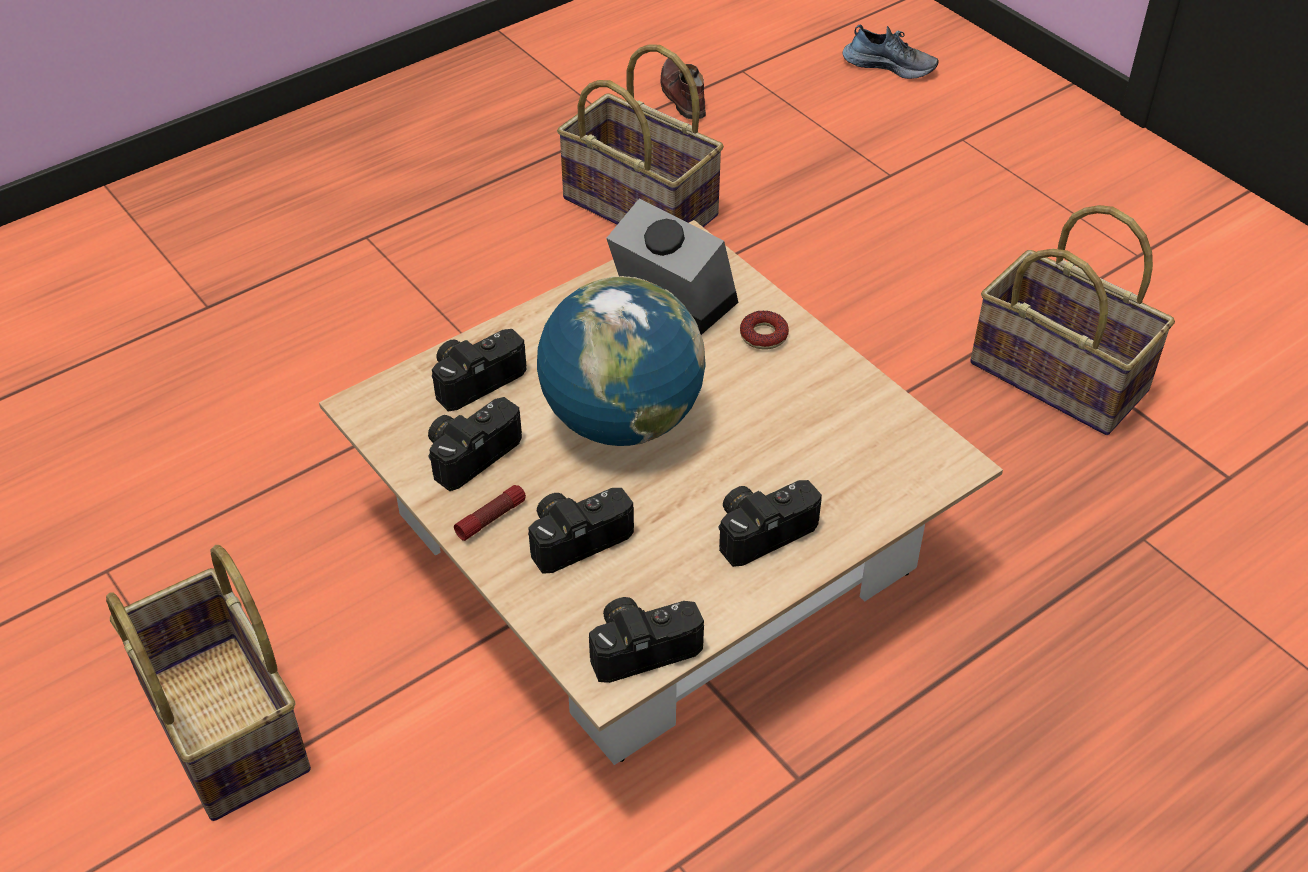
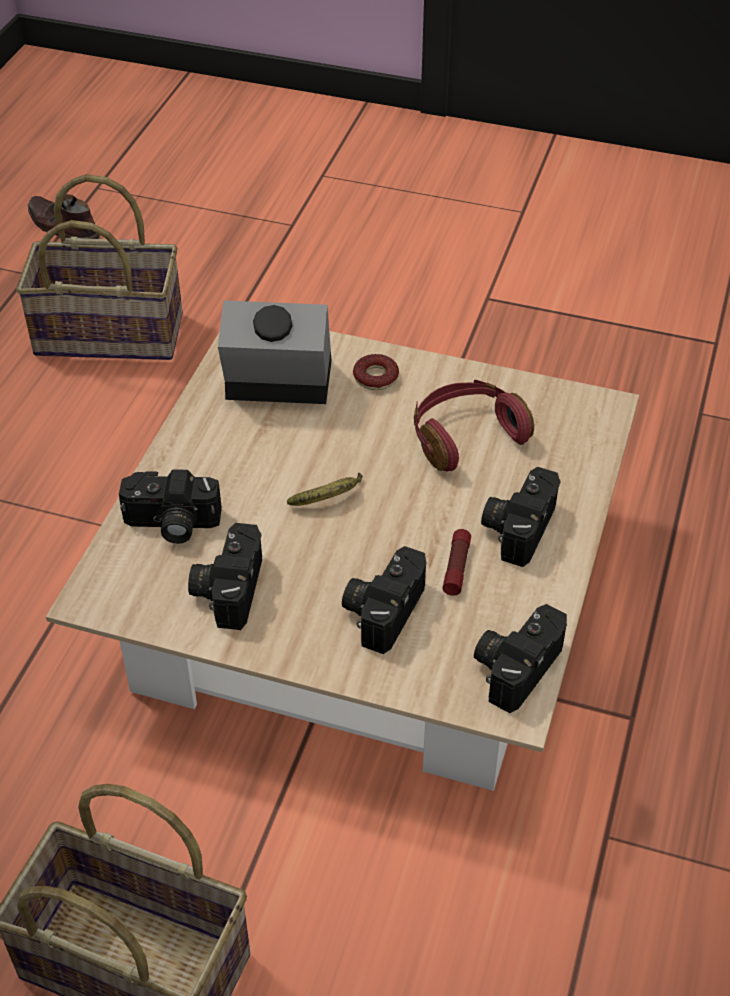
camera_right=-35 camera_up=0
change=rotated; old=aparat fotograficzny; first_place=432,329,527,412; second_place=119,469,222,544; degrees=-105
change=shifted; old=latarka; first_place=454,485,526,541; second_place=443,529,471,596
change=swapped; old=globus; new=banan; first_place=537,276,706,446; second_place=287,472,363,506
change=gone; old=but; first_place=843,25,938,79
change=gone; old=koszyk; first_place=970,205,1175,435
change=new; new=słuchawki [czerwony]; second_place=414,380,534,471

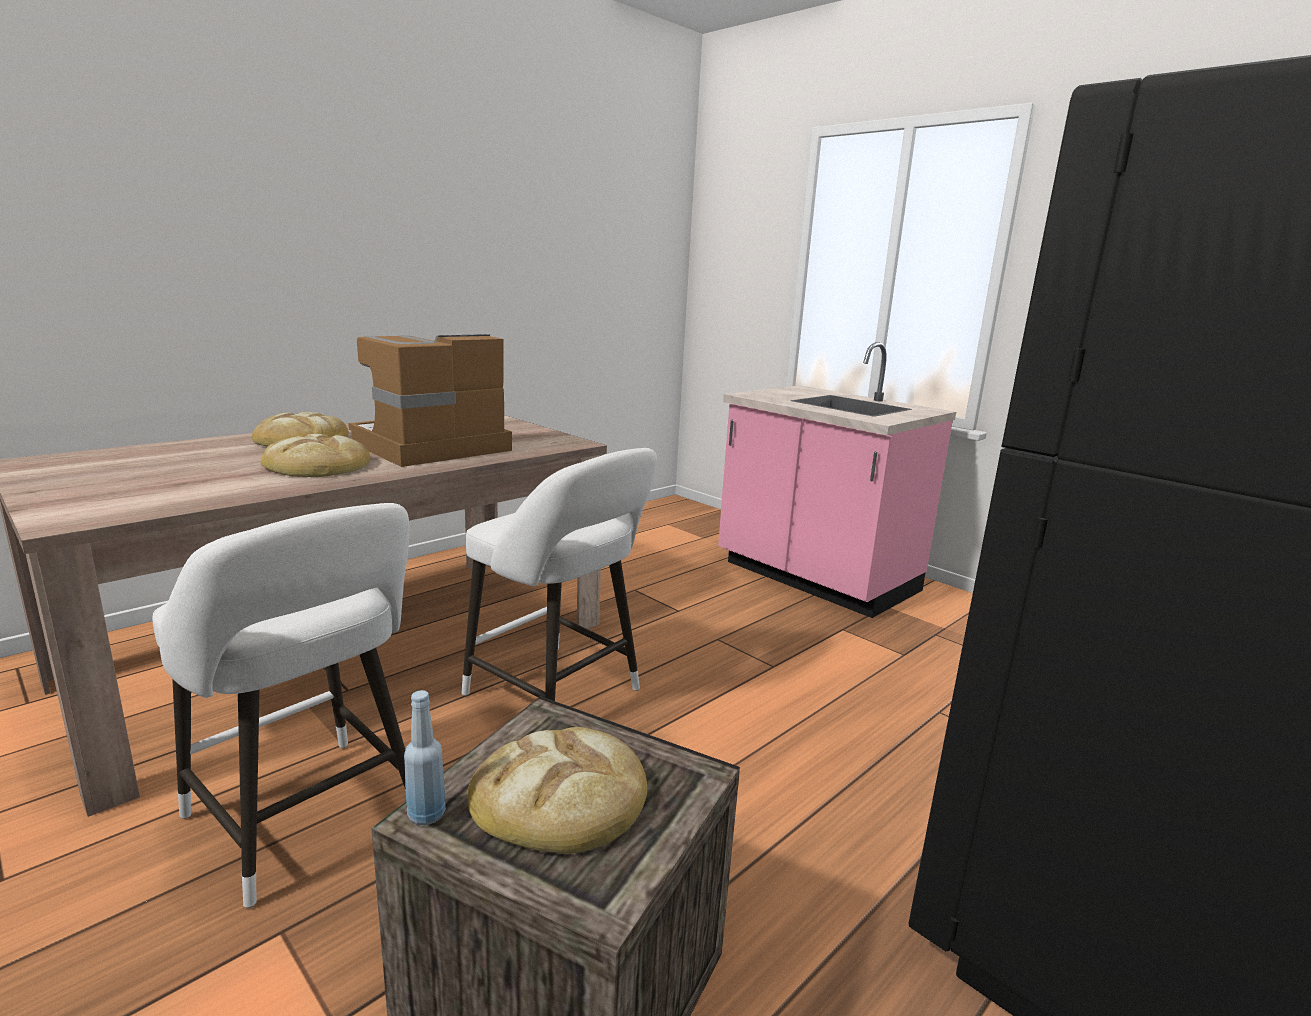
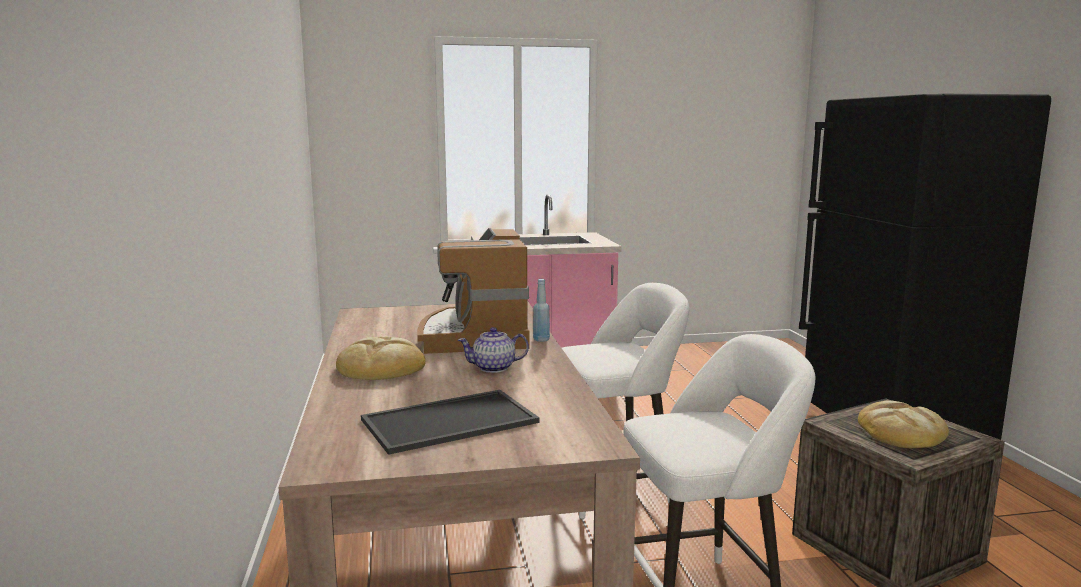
camera_right=-55 camera_up=-5
change=swapped; old=chleb; new=imbryk; first_place=261,434,370,477; second_place=458,327,529,373
change=shifted; old=butelka [niebieski]; first_place=404,690,446,825; second_place=533,279,550,342
change=new; new=taca; second_place=361,390,539,455

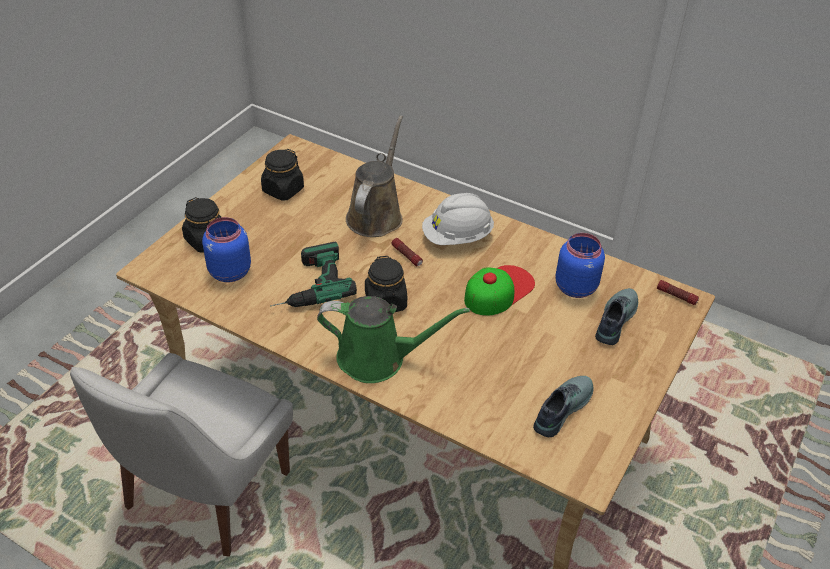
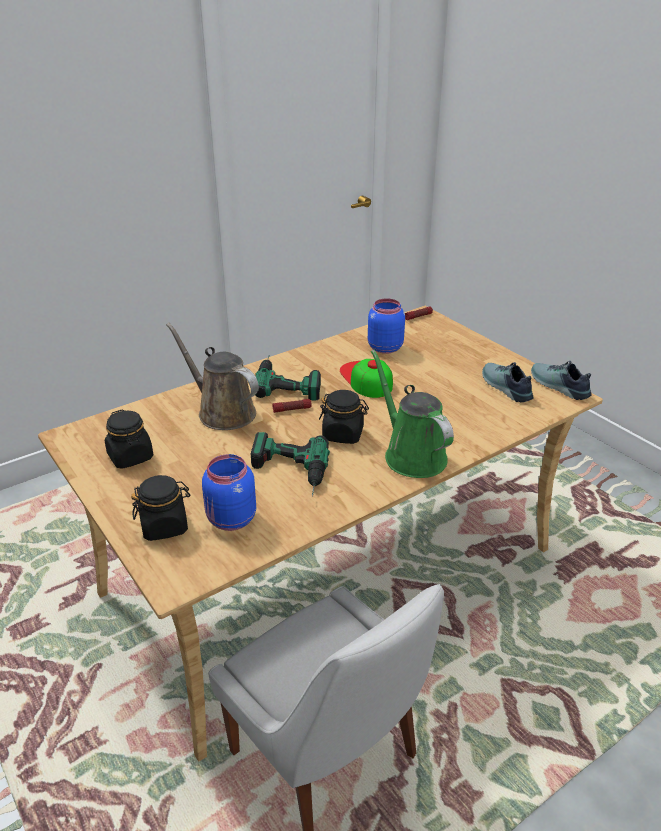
camera_right=-65 camera_up=-10
change=rotated; old=konewka [zielony]; first_place=317,296,470,383; second_place=371,350,454,478; degrees=-60
change=swapped; old=kask [biały]; new=wiertarka; first_place=422,193,494,245; second_place=255,356,321,400
change=shifted; old=but; first_place=595,288,638,345; second_place=531,361,592,400

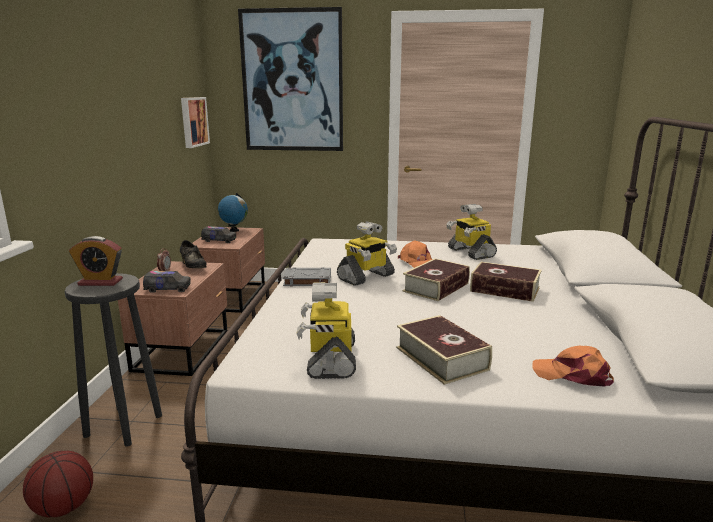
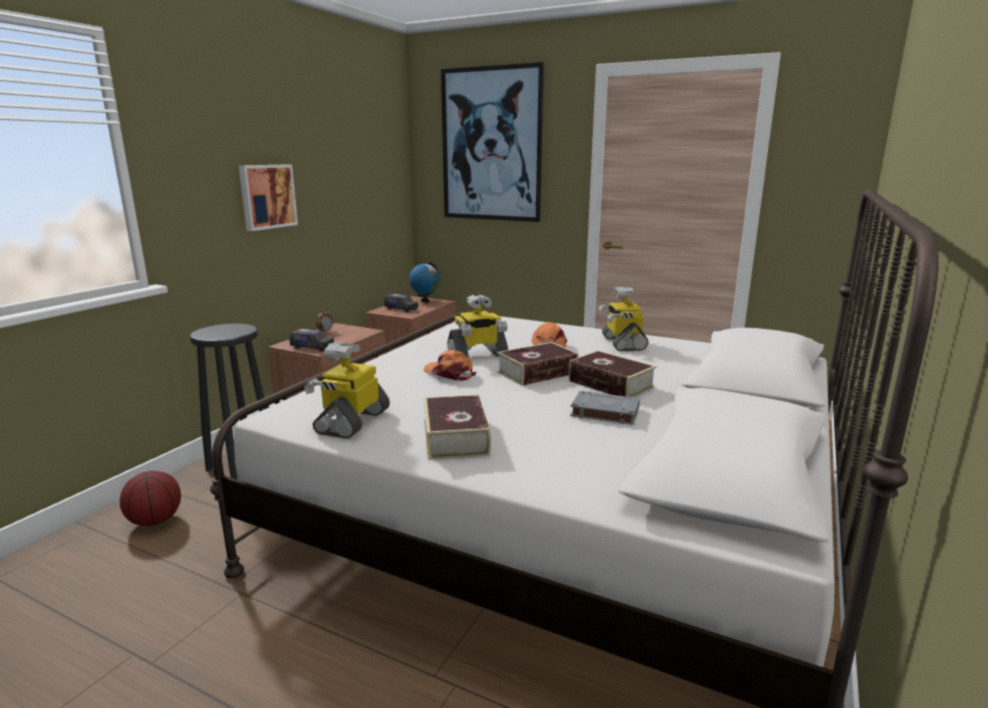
camera_right=20 camera_up=0
change=gone; old=budzik; first_place=69,236,123,286
change=gone; old=but [czarny]; first_place=180,240,207,268
change=shifted; old=obraz; first_place=181,97,210,148; second_place=239,164,298,231
change=shifted; old=książka [szary]; first_place=283,267,331,286; second_place=570,391,640,425
change=shifted; old=czapka z daszkiem [pomarańczowy]; first_place=532,346,614,386; second_place=424,350,477,381

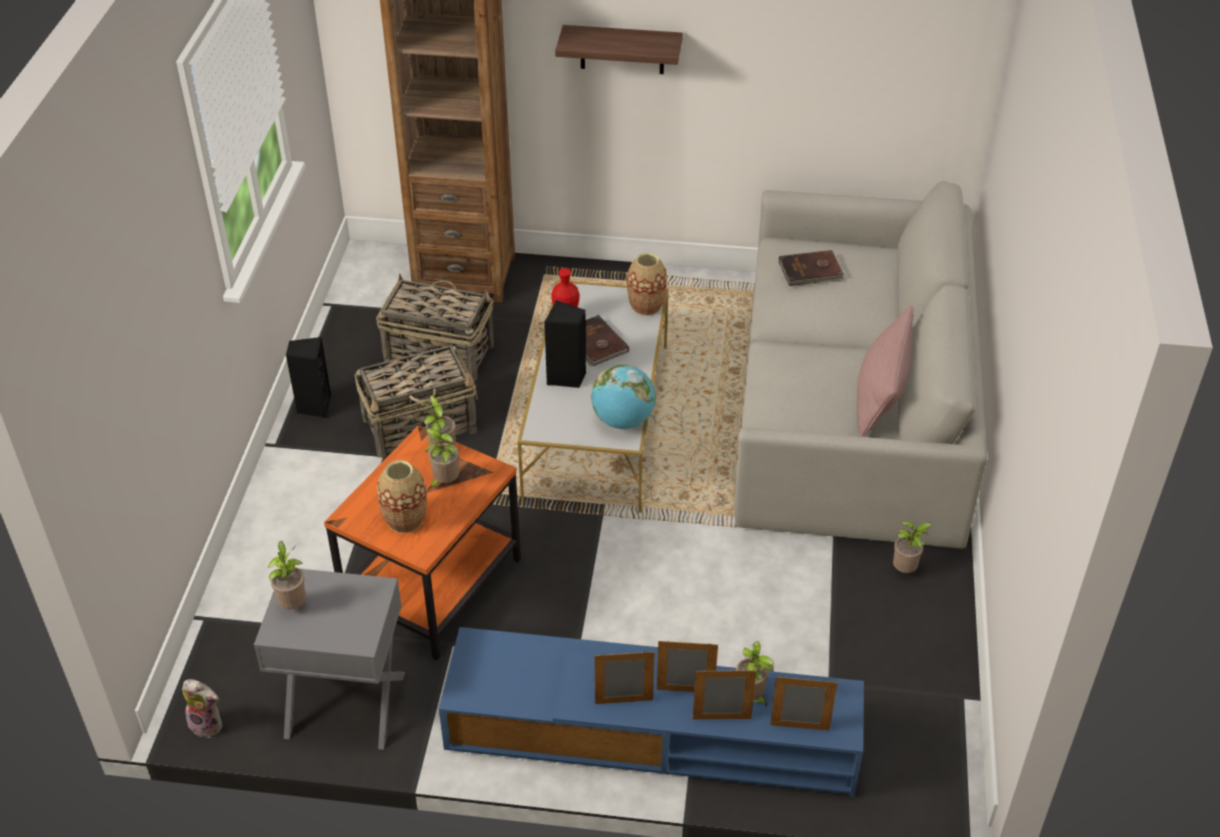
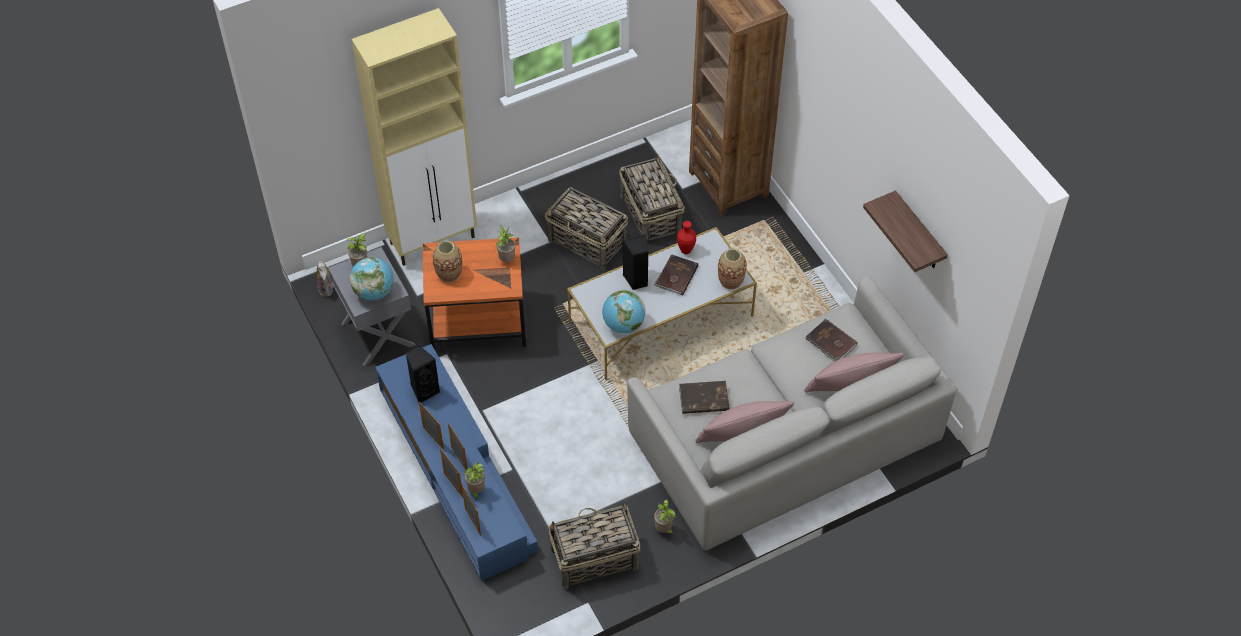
camera_right=55 camera_up=10
change=shifted; old=głośnik [czarny]; first_place=286,337,331,418; second_place=406,346,440,403
change=gone; old=roślina doniczkowa; first_place=423,428,459,489
change=shifted; old=półka; first_place=555,25,683,74; second_place=863,191,948,272
change=new; new=globus; second_place=350,257,394,301
change=new; new=szafka [beżowy]; second_place=352,8,477,266
change=new; new=koszyk; second_place=548,503,640,589
change=new; new=książka [brązowy]; second_place=679,381,730,414
change=new; new=poduszka [różowy]; second_place=804,353,904,393

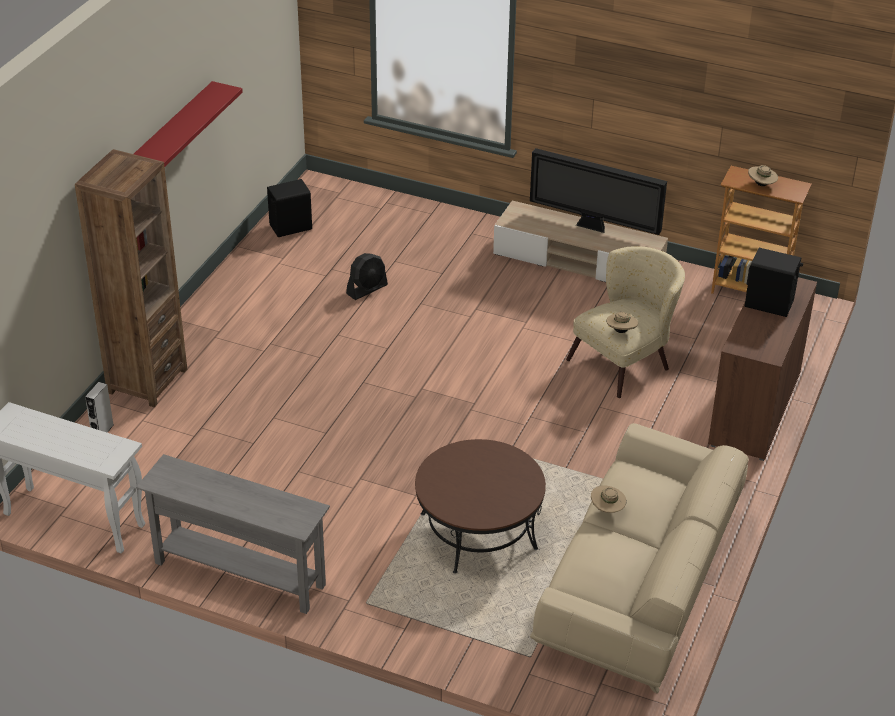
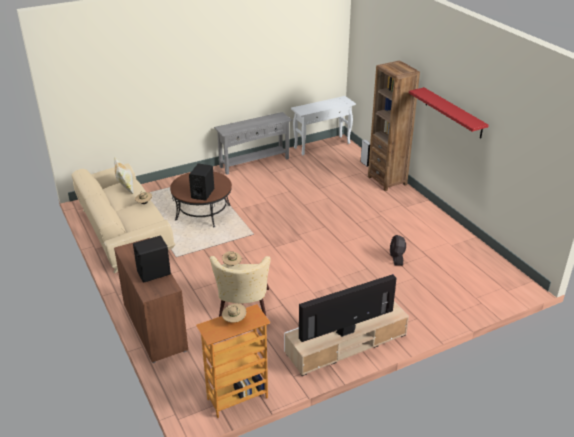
camera_right=130 camera_up=-5
change=shifted; old=głośnik [czarny]; first_place=267,179,312,237; second_place=189,164,214,201
change=new; new=poduszka; second_place=114,157,134,194

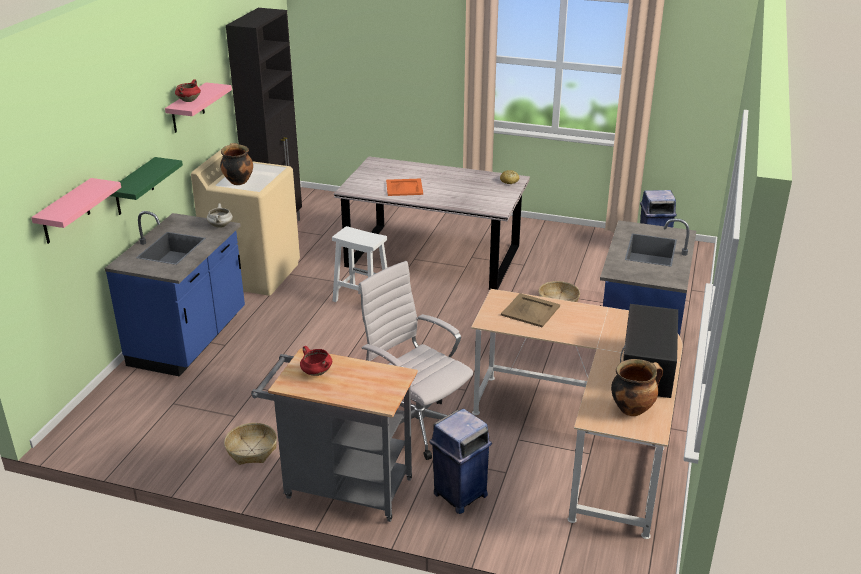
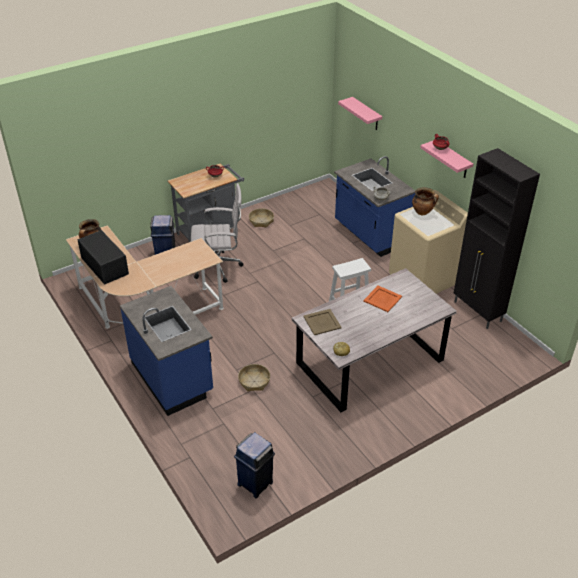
camera_right=130 camera_up=10
change=gone; old=półka [zielony]; first_place=110,157,183,215
change=shifted; old=taca [beżowy]; first_place=501,293,560,327; second_place=303,309,342,335

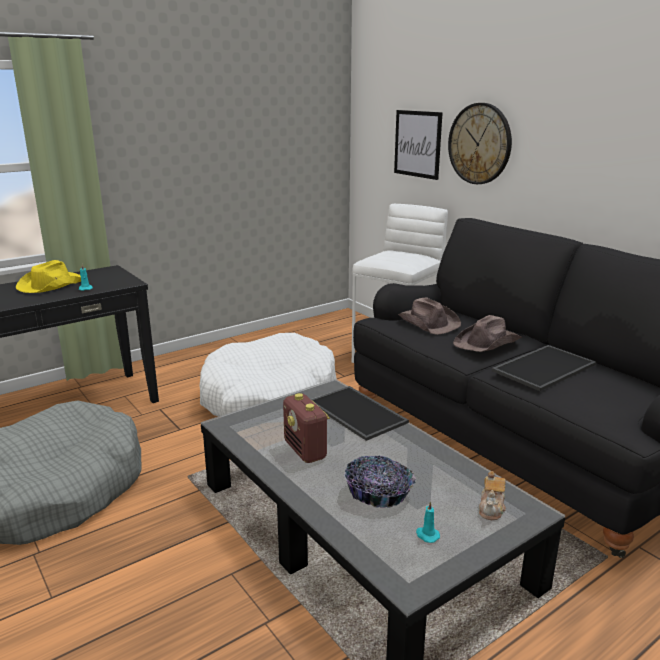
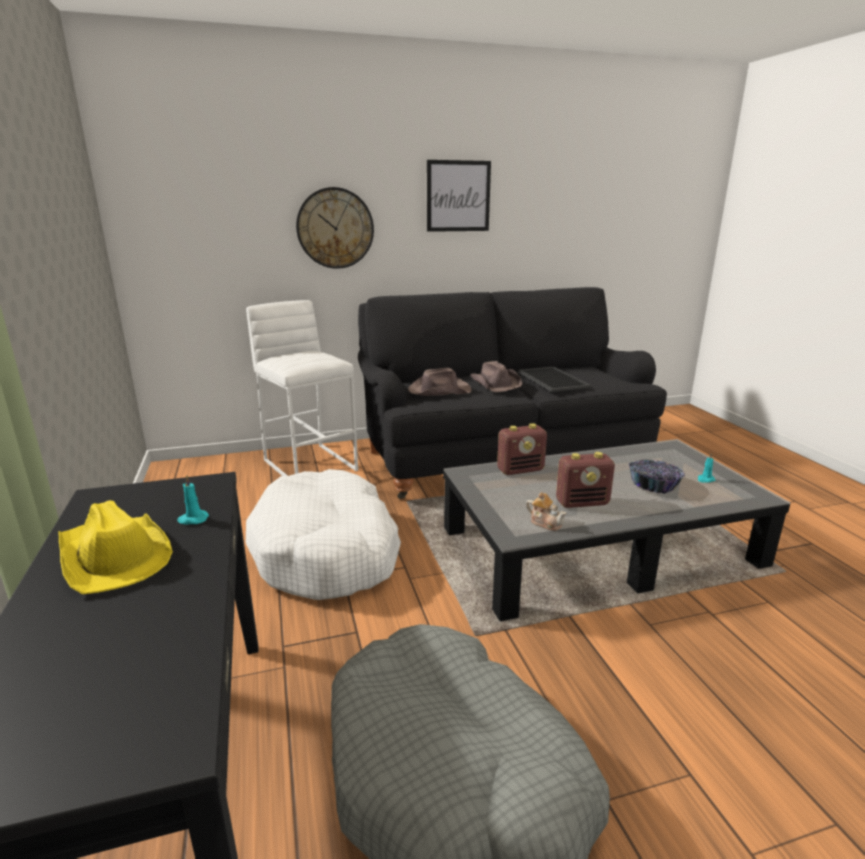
camera_right=-70 camera_up=0
change=swapped; old=taca; new=radio; first_place=311,386,409,441; second_place=497,423,547,475
change=shifted; old=obraz; first_place=394,110,443,180; second_place=427,160,491,232
change=shifted; old=imbryk; first_place=479,471,506,520; second_place=526,492,567,531

